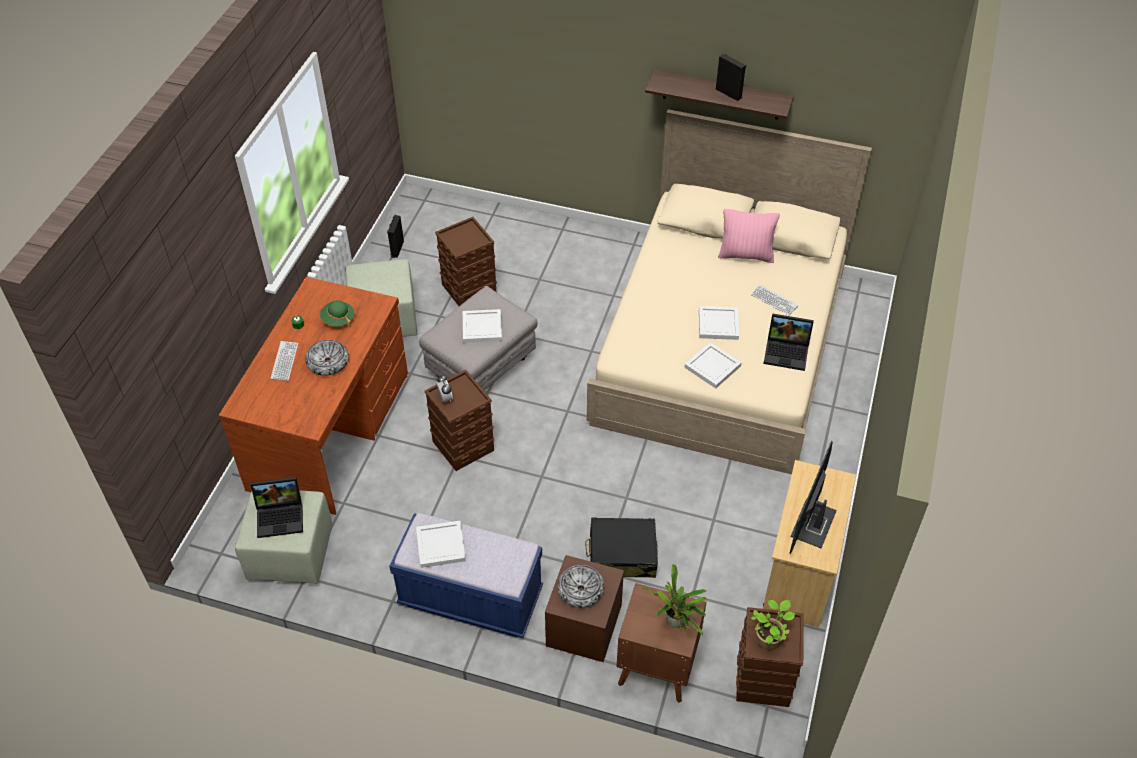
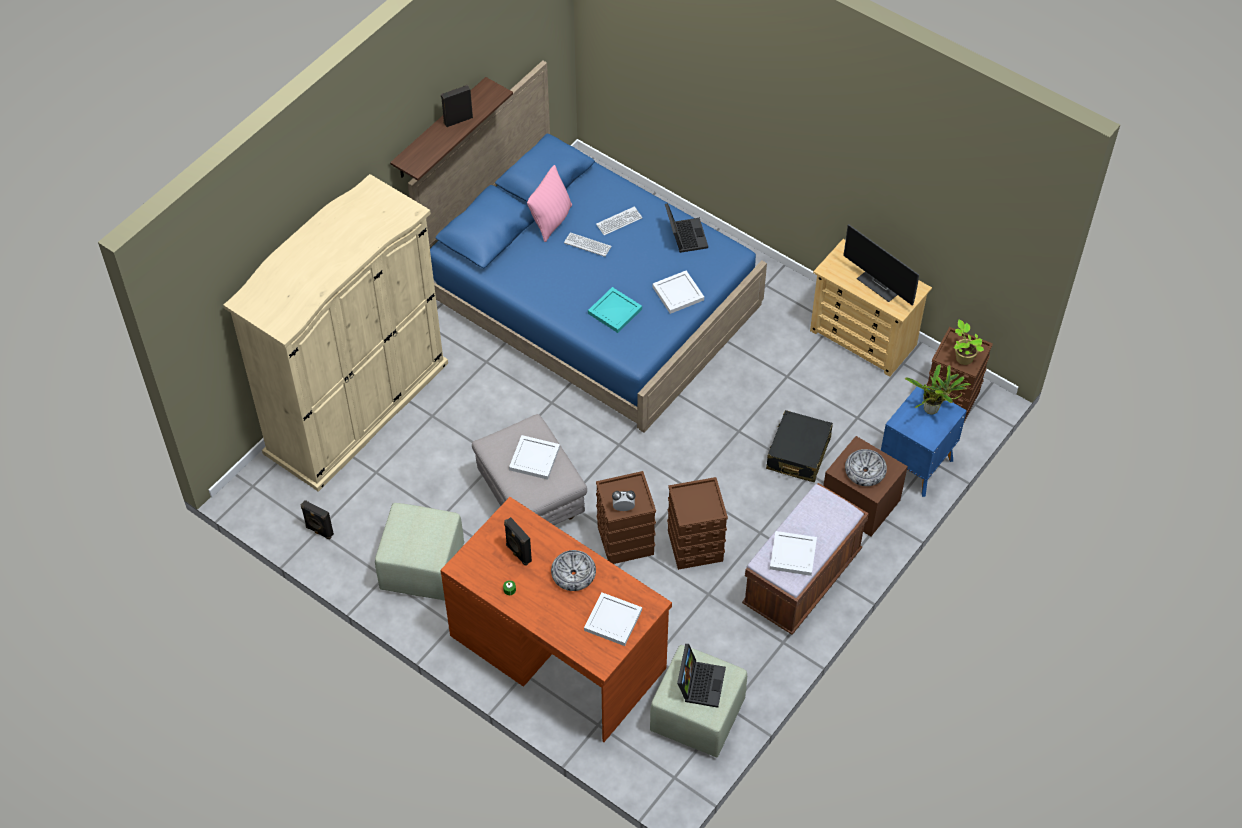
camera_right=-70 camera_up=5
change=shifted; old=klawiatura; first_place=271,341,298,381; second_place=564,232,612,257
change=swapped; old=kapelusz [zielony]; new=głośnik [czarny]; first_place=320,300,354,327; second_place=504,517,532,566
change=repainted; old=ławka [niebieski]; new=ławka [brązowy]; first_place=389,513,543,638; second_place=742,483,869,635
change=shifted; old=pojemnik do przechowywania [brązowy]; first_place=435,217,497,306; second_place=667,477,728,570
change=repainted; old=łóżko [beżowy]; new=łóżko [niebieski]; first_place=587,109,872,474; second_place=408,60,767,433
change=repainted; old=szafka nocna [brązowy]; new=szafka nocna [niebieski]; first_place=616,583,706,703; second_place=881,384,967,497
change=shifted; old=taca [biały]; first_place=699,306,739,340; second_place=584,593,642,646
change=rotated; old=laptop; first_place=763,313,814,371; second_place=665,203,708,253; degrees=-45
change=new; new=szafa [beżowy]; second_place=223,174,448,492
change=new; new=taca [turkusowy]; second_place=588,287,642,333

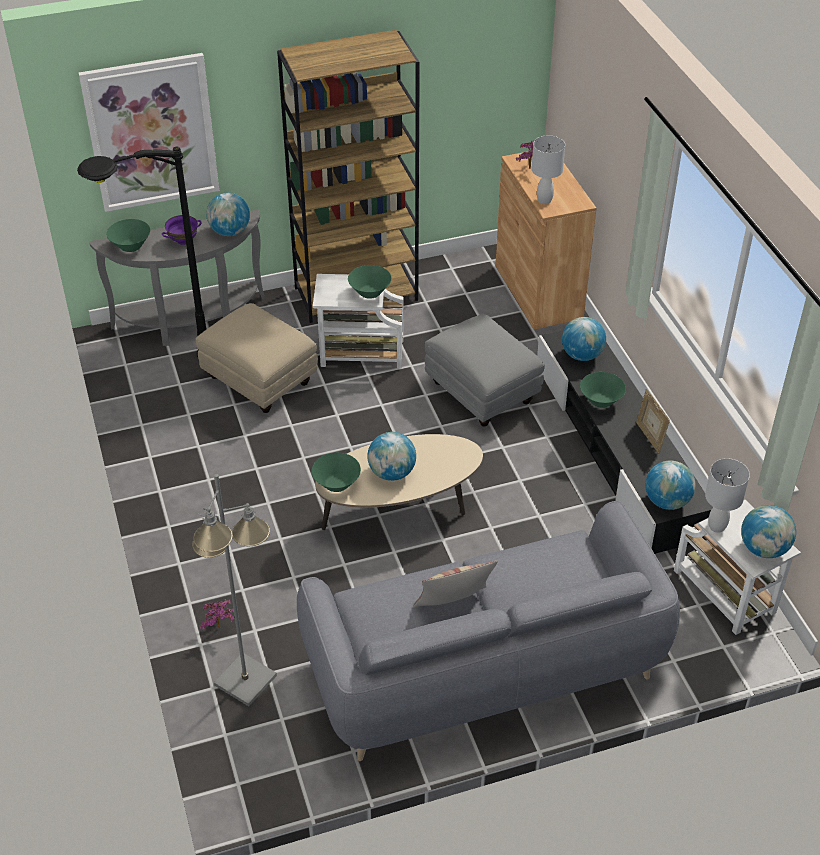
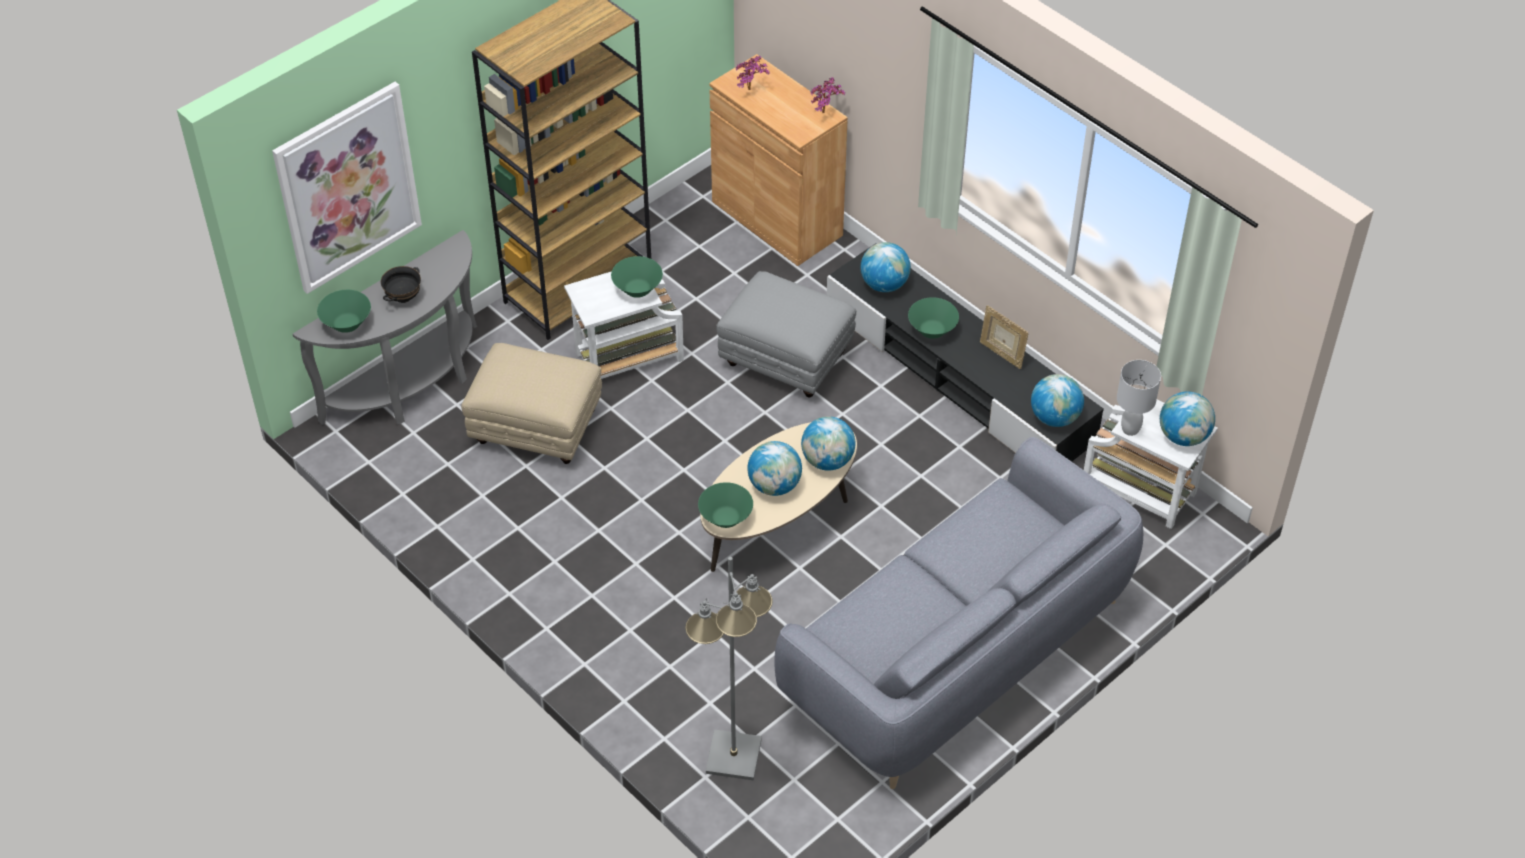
camera_right=-25 camera_up=5
change=gone; old=lampa stojąca [czarny]; first_place=77,147,206,357
change=repainted; old=miska [fioletowy]; new=miska [czarny]; first_place=162,215,202,245; second_place=381,266,421,303
change=shifted; old=roślina doniczkowa; first_place=199,599,234,630; second_place=811,77,845,113
change=shifted; old=globus; first_place=206,193,250,236; second_place=801,416,855,471
change=gone; old=poduszka; first_place=413,560,498,608
change=gone; old=lampa stołowa [biały]; first_place=531,135,565,204

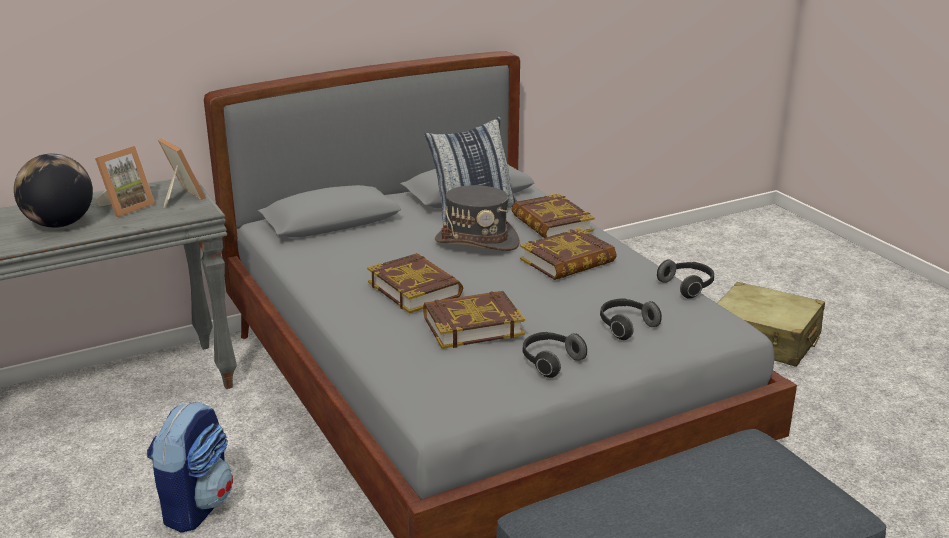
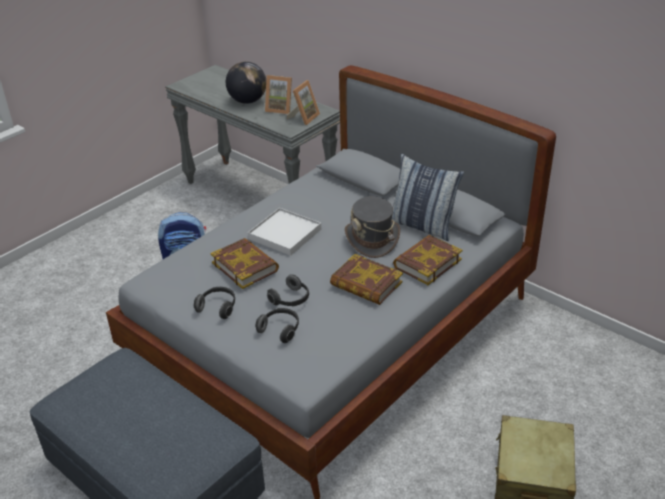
camera_right=70 camera_up=10
change=swapped; old=książka; new=taca [biały]; first_place=367,253,463,314; second_place=248,208,321,256
change=shifted; old=słuchawki; first_place=657,259,714,299; second_place=267,274,309,306

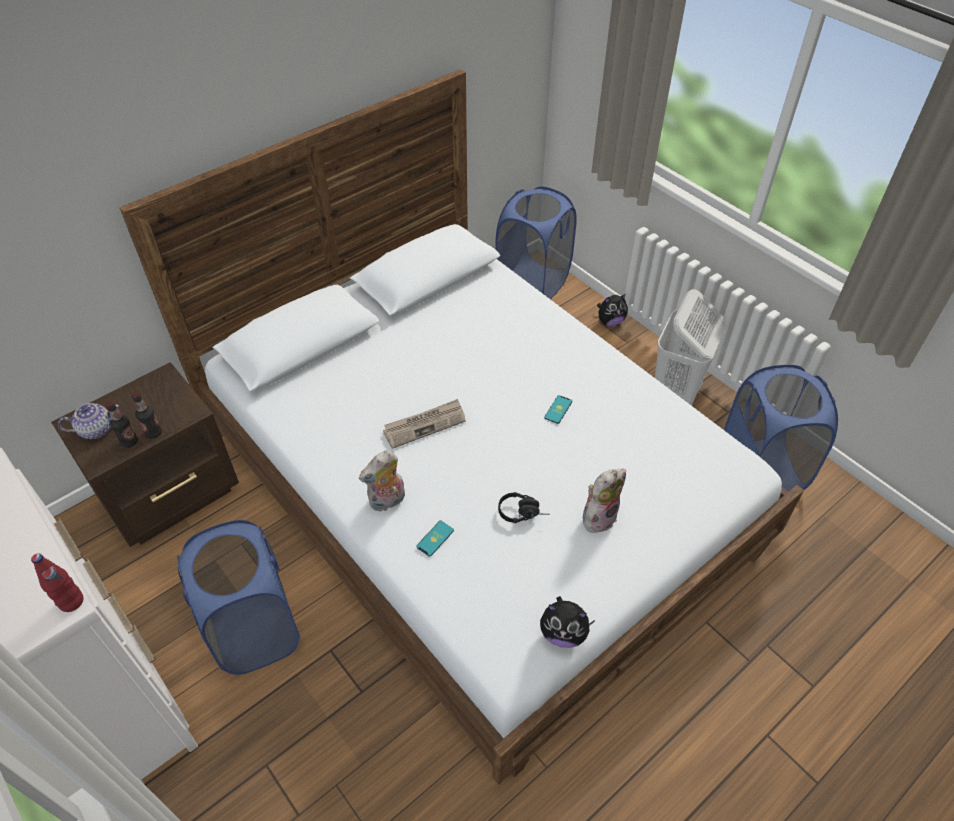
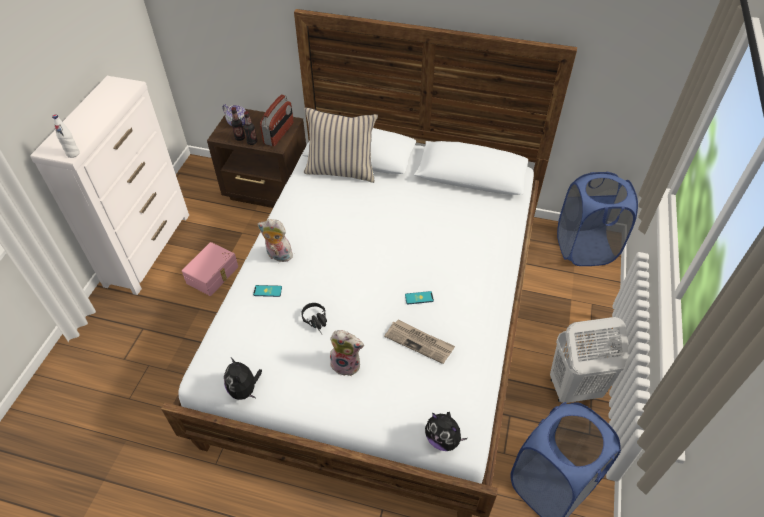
camera_right=55 camera_up=0
change=repainted; old=butelka [czerwony]; new=butelka [biały]; first_place=31,553,84,612; second_place=52,114,80,158
change=swapped; old=kosz na pranie [niebieski]; new=pojemnik do przechowywania [różowy]; first_place=177,520,300,675; second_place=182,242,238,296
change=shifted; old=gazeta; first_place=383,399,466,449; second_place=384,320,455,364
change=shifted; old=pluszak; first_place=597,294,628,326; second_place=425,412,467,451
change=new; new=radio; second_place=260,94,294,147
change=new; new=poduszka [beżowy]; second_place=304,107,378,183

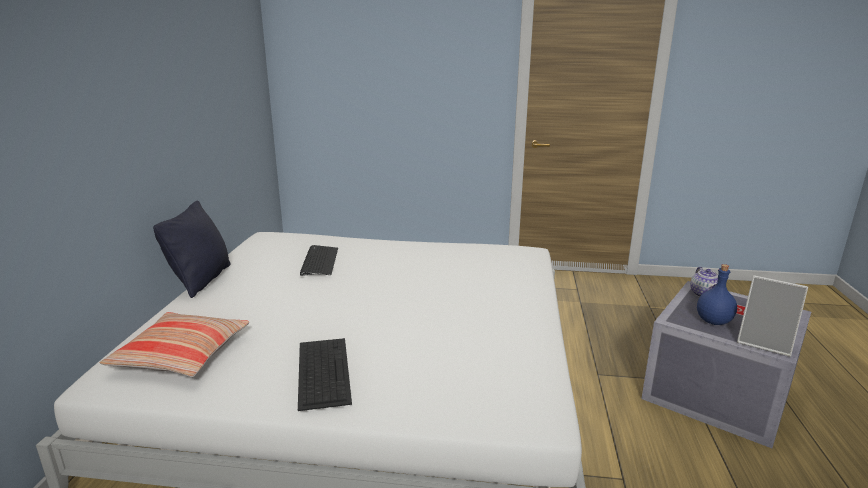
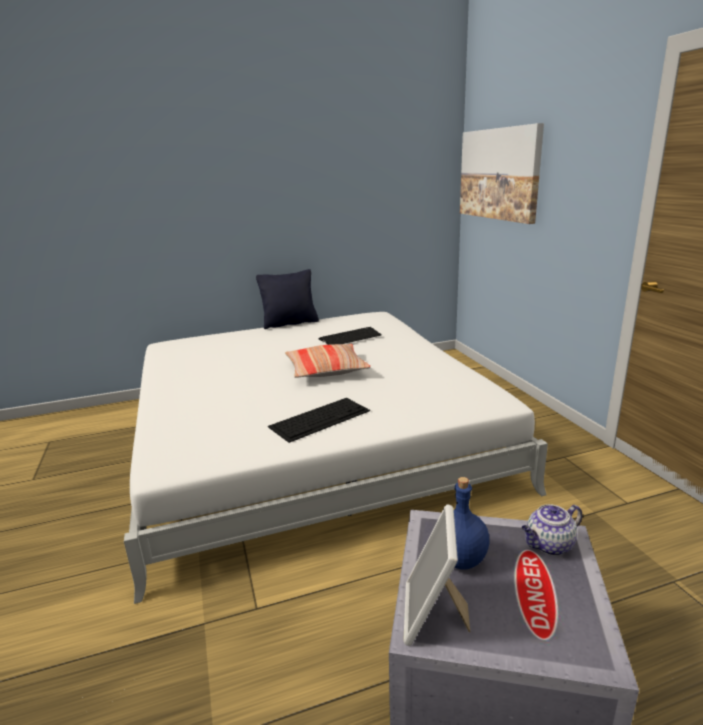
camera_right=65 camera_up=0
change=shifted; old=poduszka; first_place=99,312,249,377; second_place=285,344,371,378
change=shifted; old=klawiatura; first_place=298,338,352,411; second_place=268,398,370,443
change=new; new=obraz; second_place=460,123,544,224

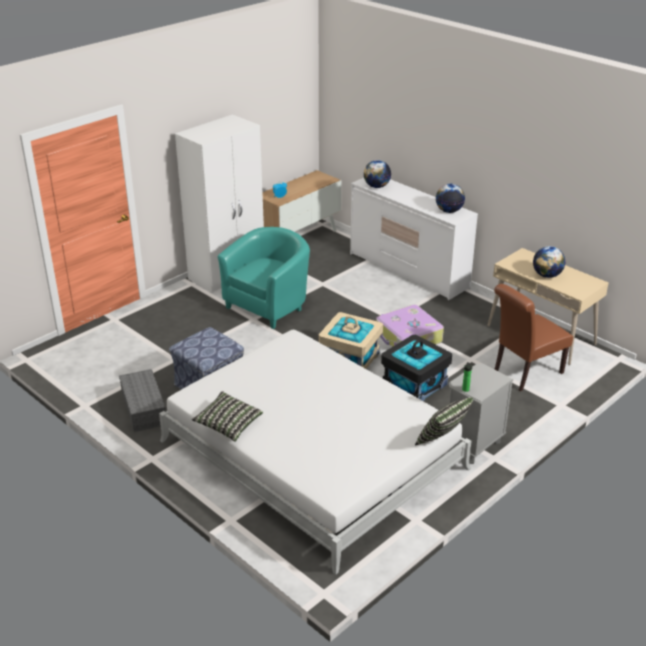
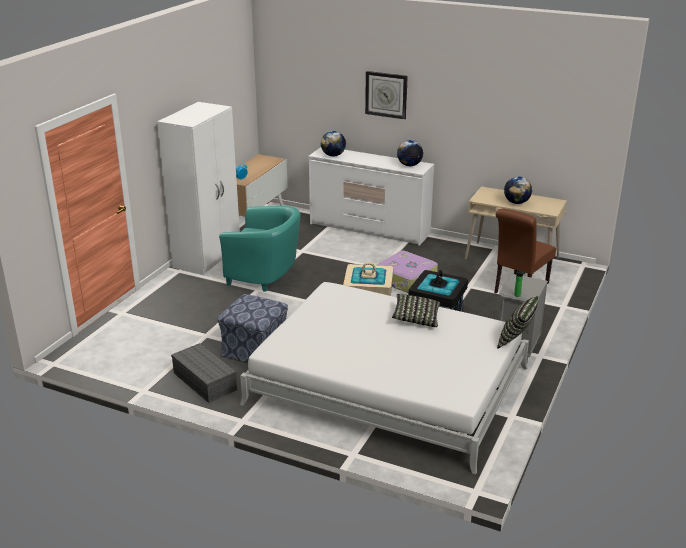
camera_right=-20 camera_up=-5
change=shifted; old=poduszka; first_place=192,391,263,442; second_place=392,294,440,327
change=rotated; old=fotel [turkusowy]; first_place=218,227,310,329; second_place=219,206,300,292; degrees=90
change=new; new=zegar ścienny; second_place=365,71,408,119

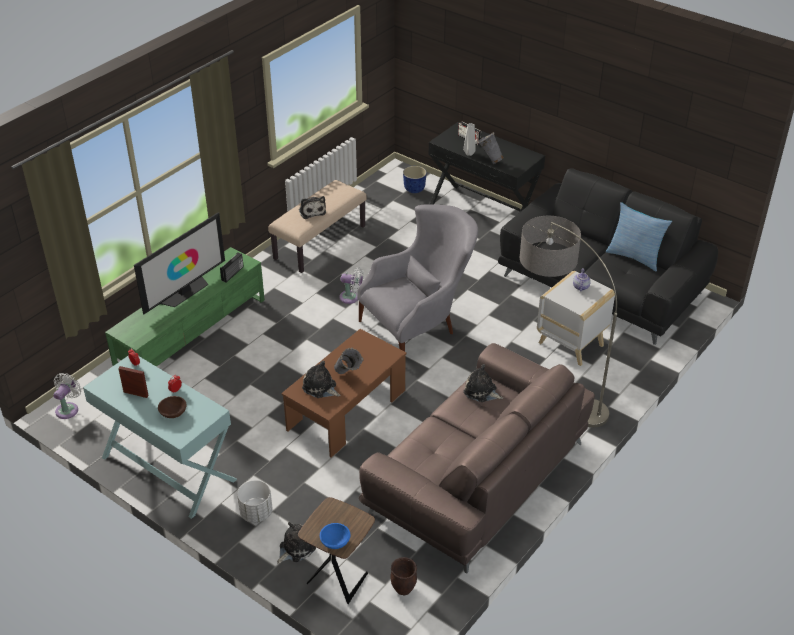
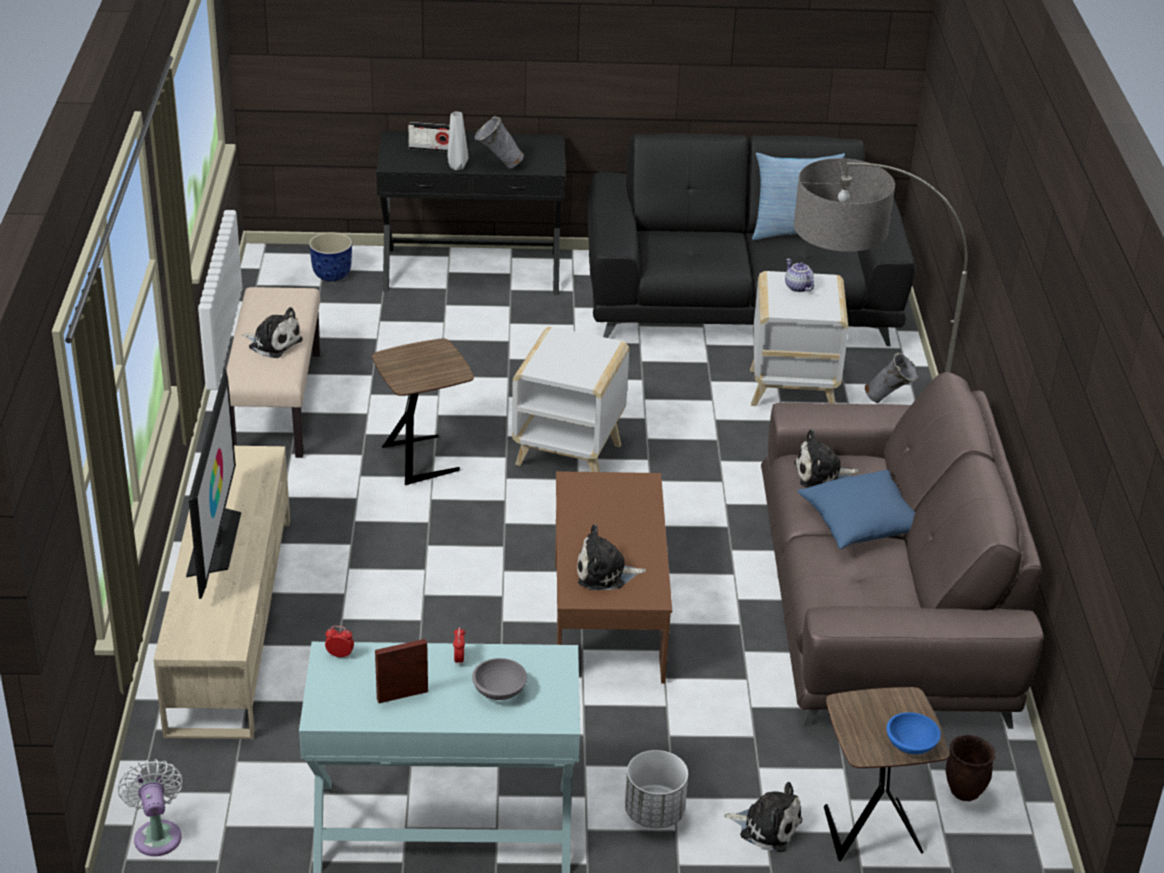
camera_right=-40 camera_up=-5
change=repainted; old=szafka pod telewizor [zielony]; new=szafka pod telewizor [beżowy]; first_place=105,247,265,367; second_place=153,446,290,739
change=repainted; old=miska [brązowy]; new=miska [szary]; first_place=158,396,187,418; second_place=472,658,527,700
change=gone; old=radio; first_place=220,252,244,283
change=rotated; old=pluszak; first_place=277,522,316,564; second_place=724,782,802,852; degrees=105
change=shifted; old=wazon [szary]; first_place=334,348,363,374; second_place=864,352,918,403
change=swapped; old=wentylator [biały]; new=stolik [brązowy]; first_place=339,267,364,304; second_place=372,338,474,485
change=swapped; old=fotel [szary]; new=stolik [biały]; first_place=357,204,478,367; second_place=512,327,629,472
change=new; new=poduszka [niebieski]; second_place=798,470,916,549

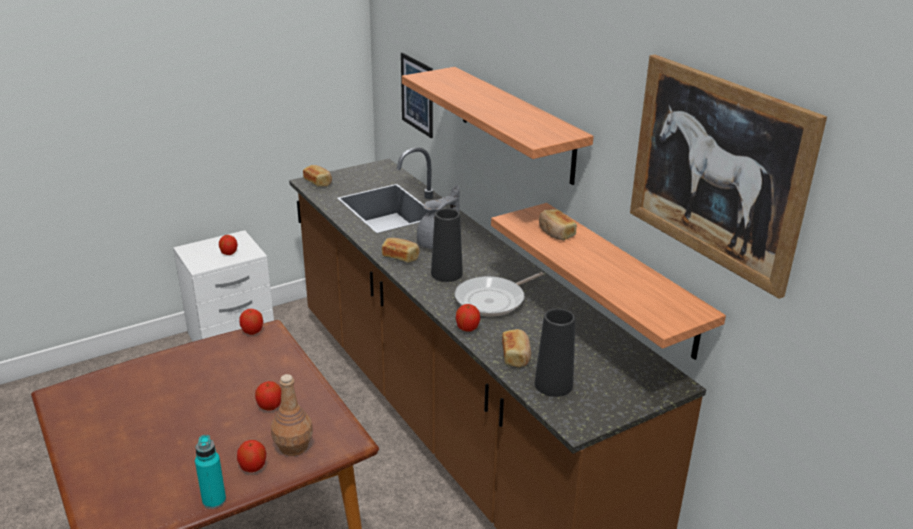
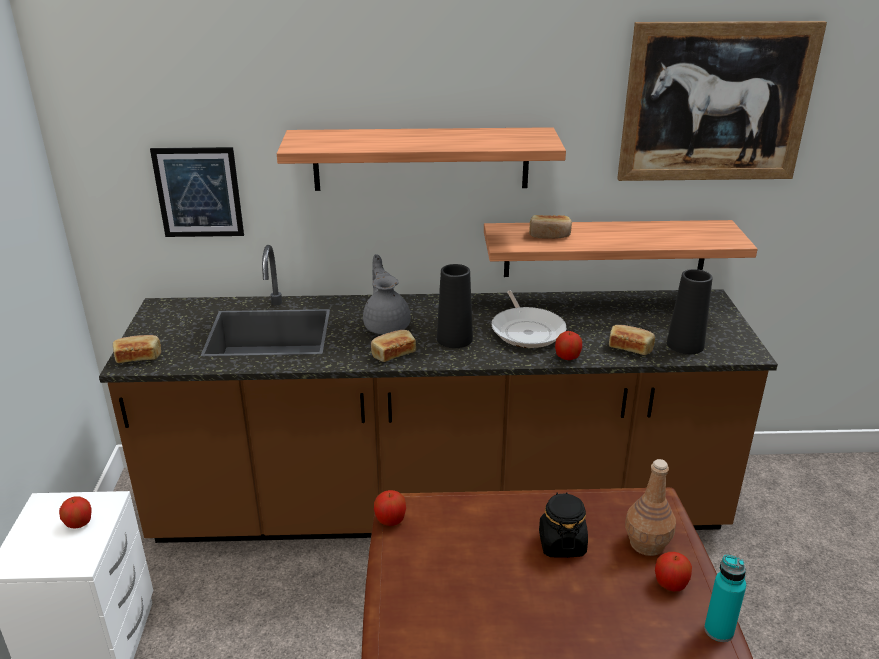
camera_right=-60 camera_up=0
change=swapped; old=jabłko; new=słoik [czarny]; first_place=255,381,281,411; second_place=539,492,588,558

